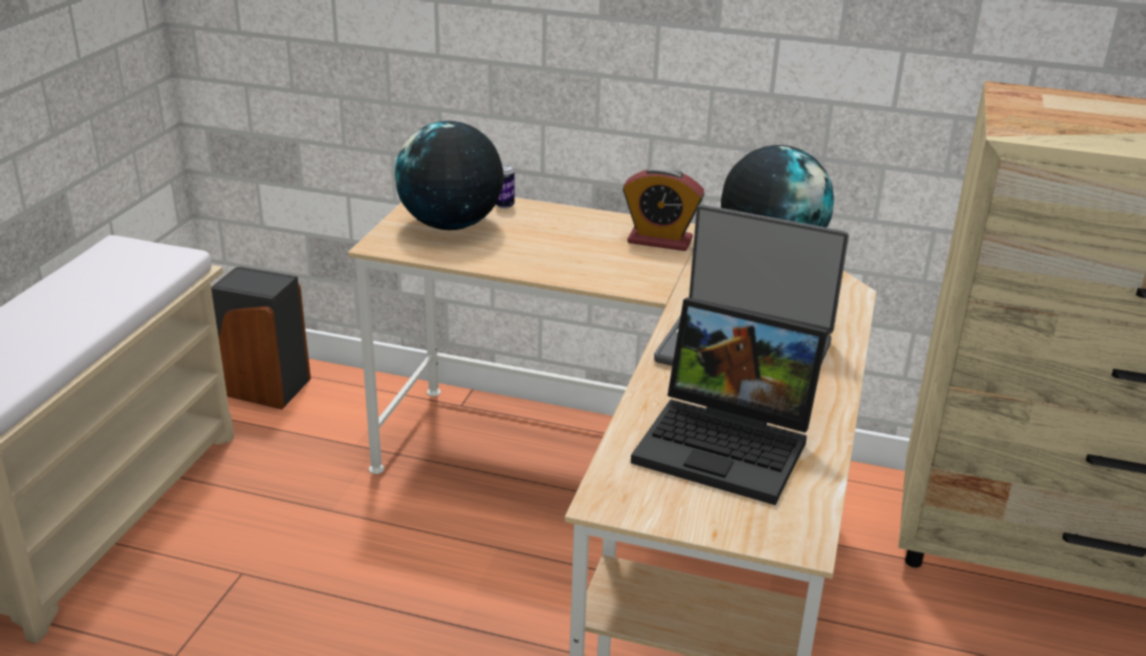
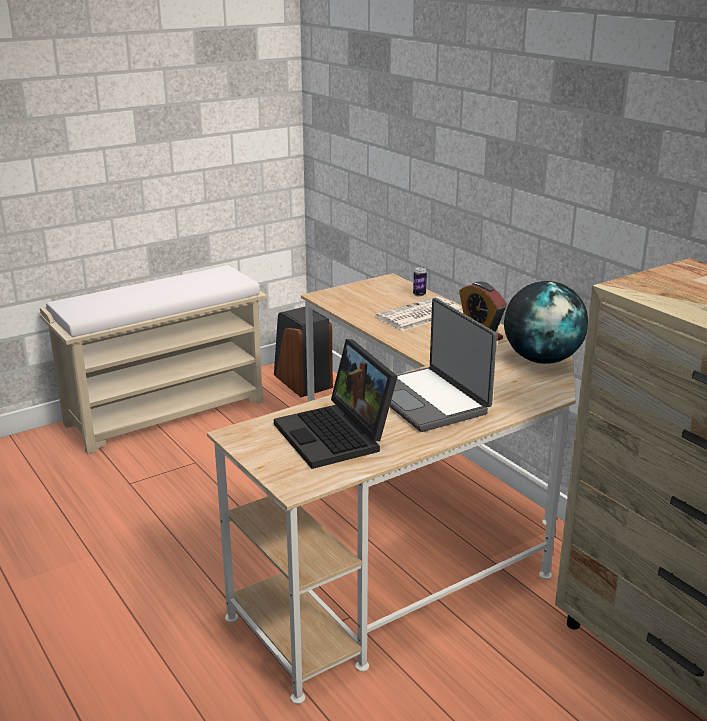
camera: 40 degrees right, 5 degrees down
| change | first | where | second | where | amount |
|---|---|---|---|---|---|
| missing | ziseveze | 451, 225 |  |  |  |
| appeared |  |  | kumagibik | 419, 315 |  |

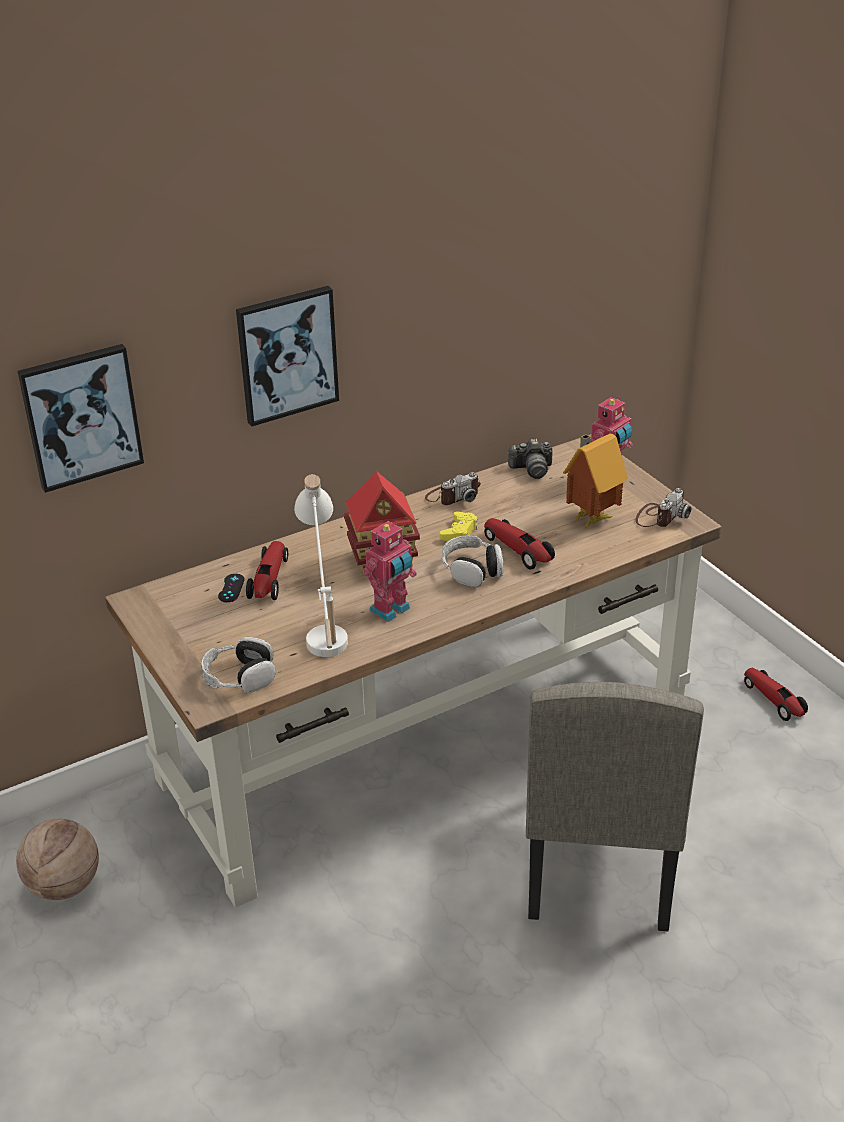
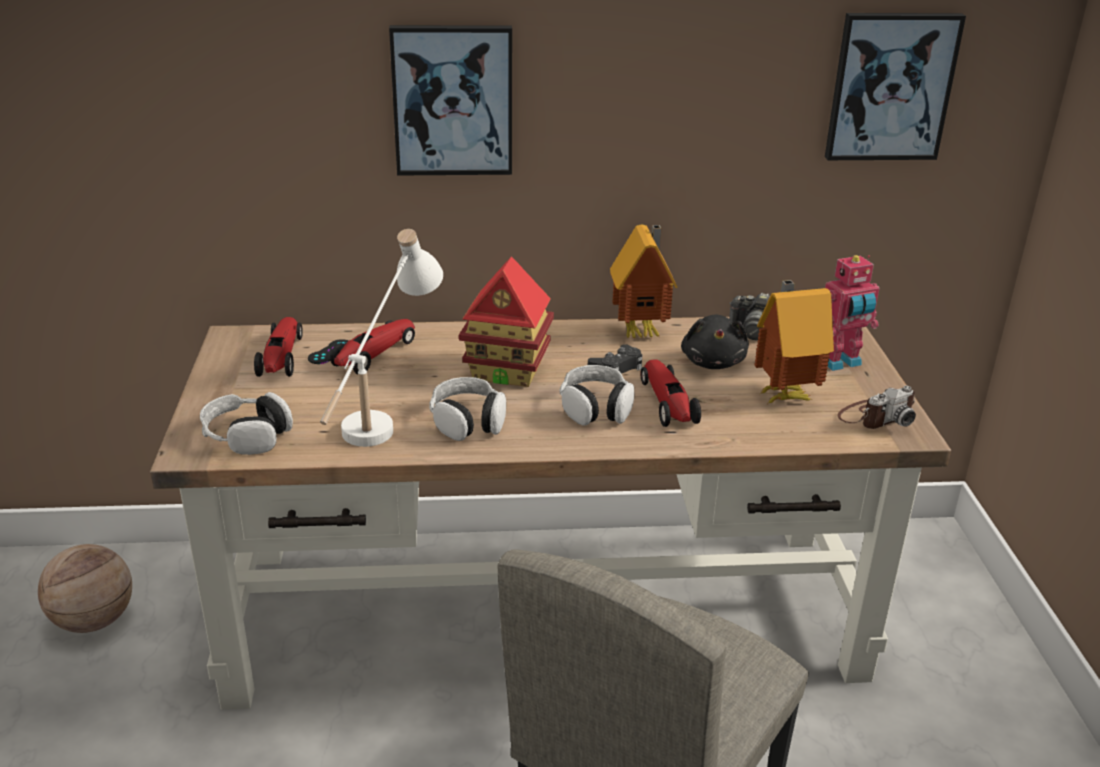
camera: 25 degrees right, 5 degrees down
| change | first | where | second | where | amount |
|---|---|---|---|---|---|
| relocated | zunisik | 81, 416 |  | 890, 87 |  |
| exchanged | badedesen | 453, 496 | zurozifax | 642, 332 |  |
| colour | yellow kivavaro | 459, 532 | black kivavaro | 617, 368 |  |
| exchanged | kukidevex | 391, 610 | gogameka | 468, 421 |  |
| relocated | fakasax | 774, 700 |  | 281, 357 |  |
| appeared |  |  | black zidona | 713, 362 |  |

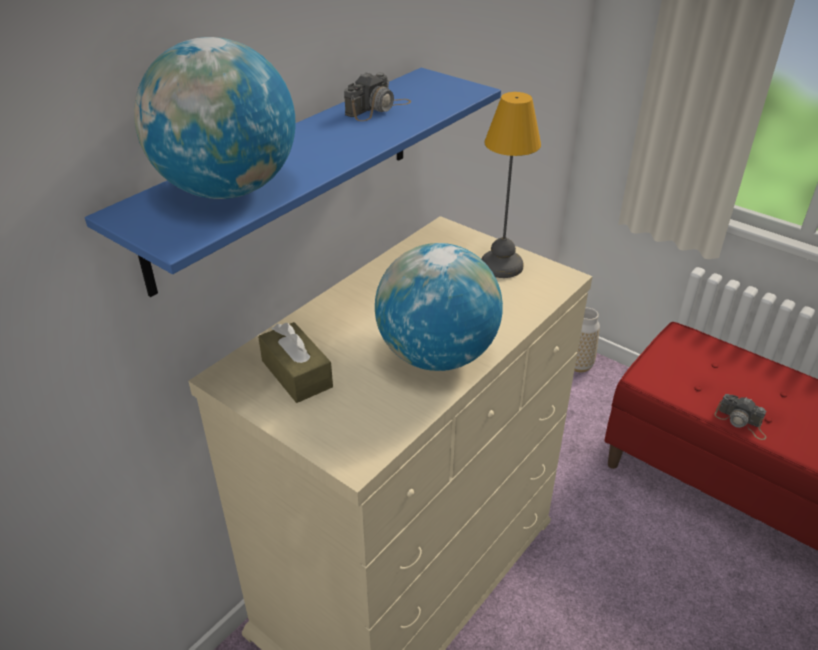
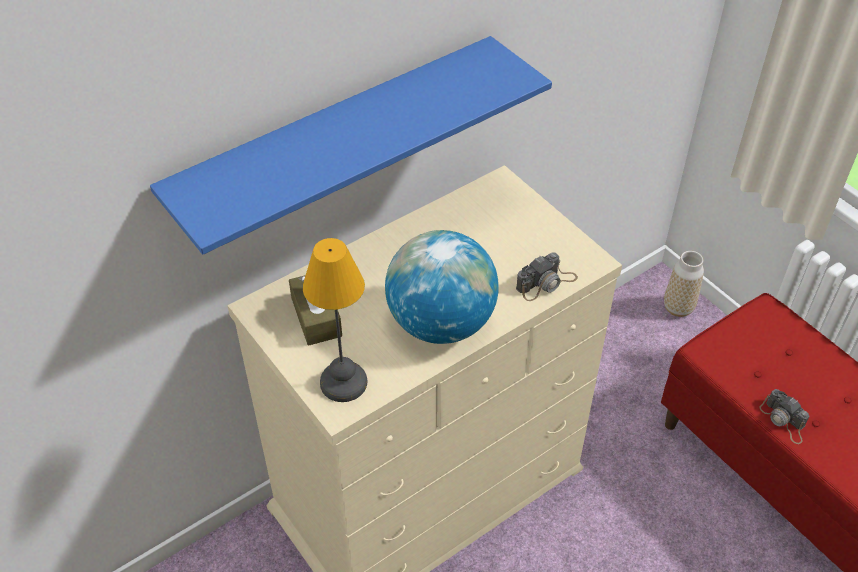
camera: 15 degrees right, 10 degrees up
| change | first | where | second | where | amount |
|---|---|---|---|---|---|
| missing | ziseveze | 227, 190 |  |  |  |
| relocated | badedesen | 378, 108 |  | 546, 283 |  |
| relocated | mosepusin | 502, 265 |  | 344, 381 |  |

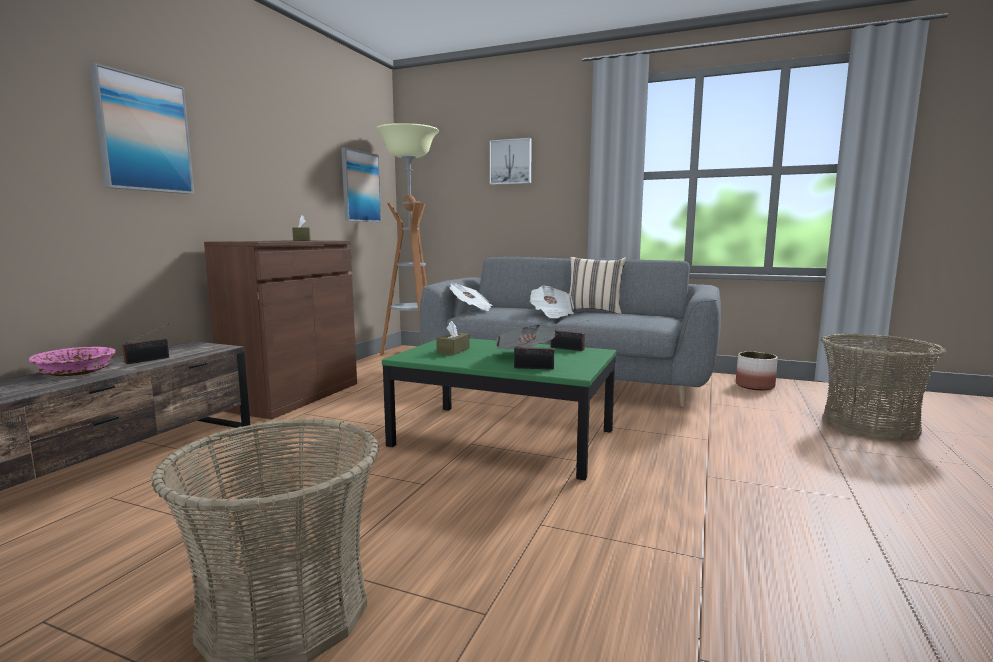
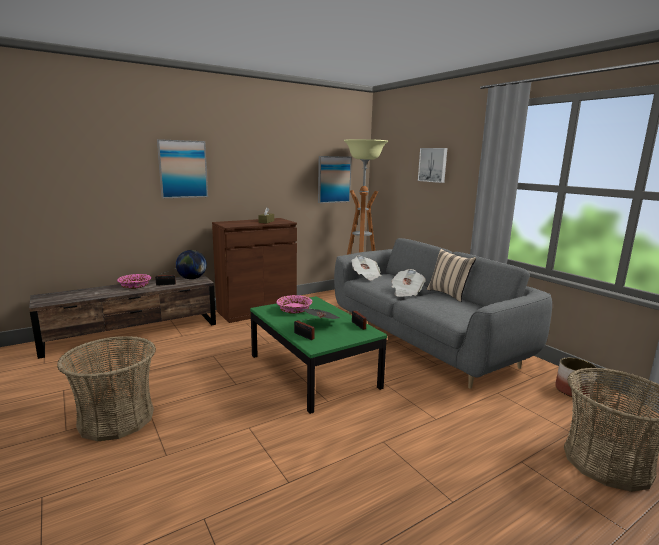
camera: 35 degrees right, 5 degrees up
| change | first | where | second | where | amount |
|---|---|---|---|---|---|
| exchanged | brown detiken | 453, 351 | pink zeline | 294, 310 |  |
| appeared |  |  | ziseveze | 192, 278 |  |

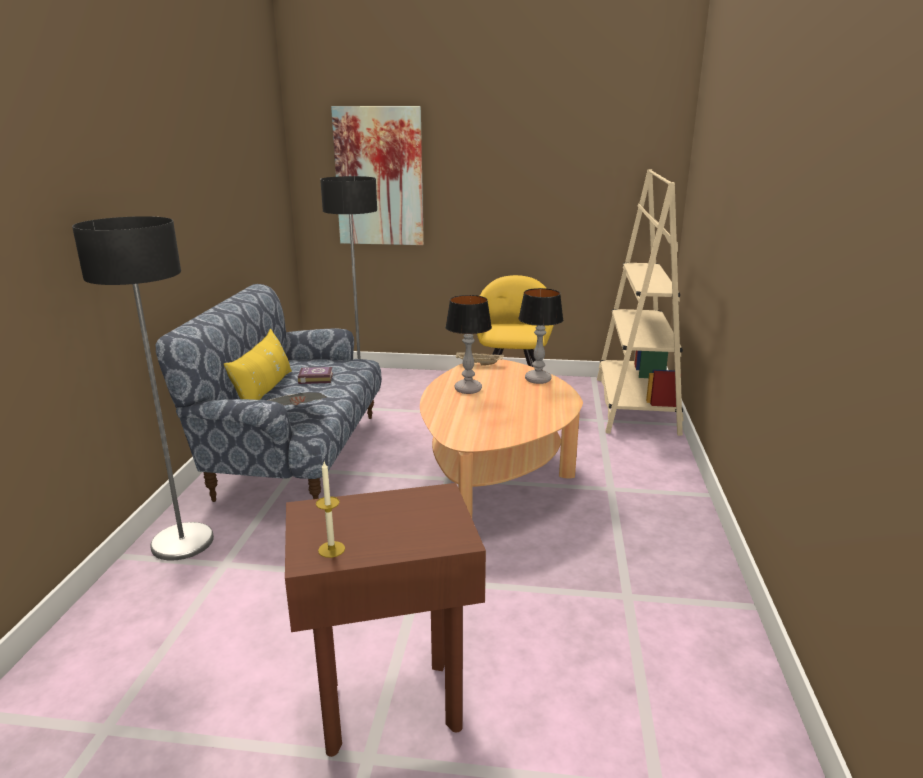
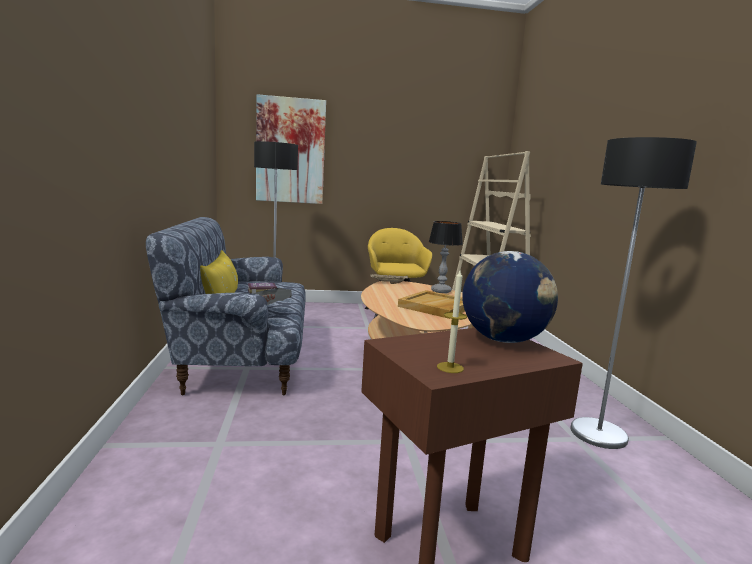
camera: 15 degrees left, 10 degrees down
| change | first | where | second | where | amount |
|---|---|---|---|---|---|
| relocated | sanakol | 182, 542 |  | 597, 434 |  |
| missing | mosepusin | 468, 390 |  |  |  |
| appeared |  |  | ziseveze | 504, 340 |  |
| appeared |  |  | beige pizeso | 436, 307 |  |

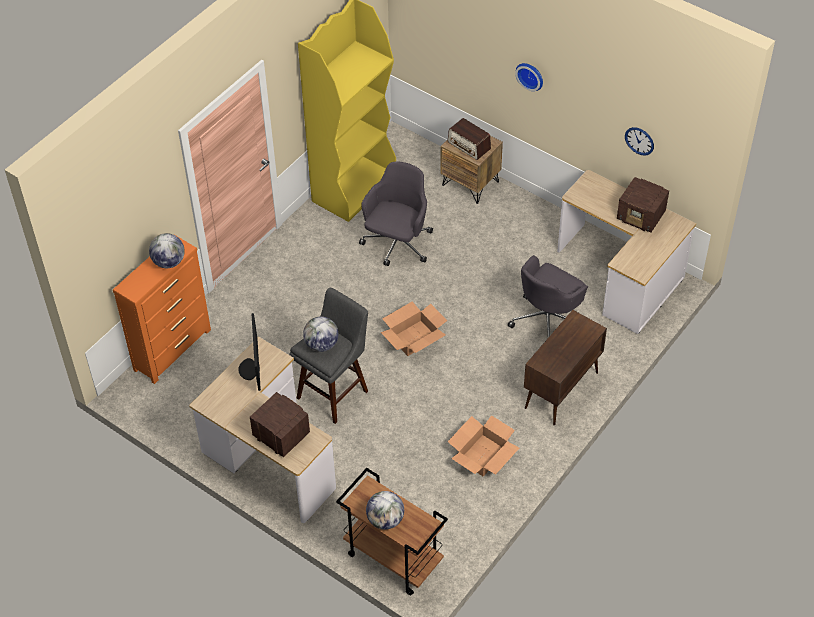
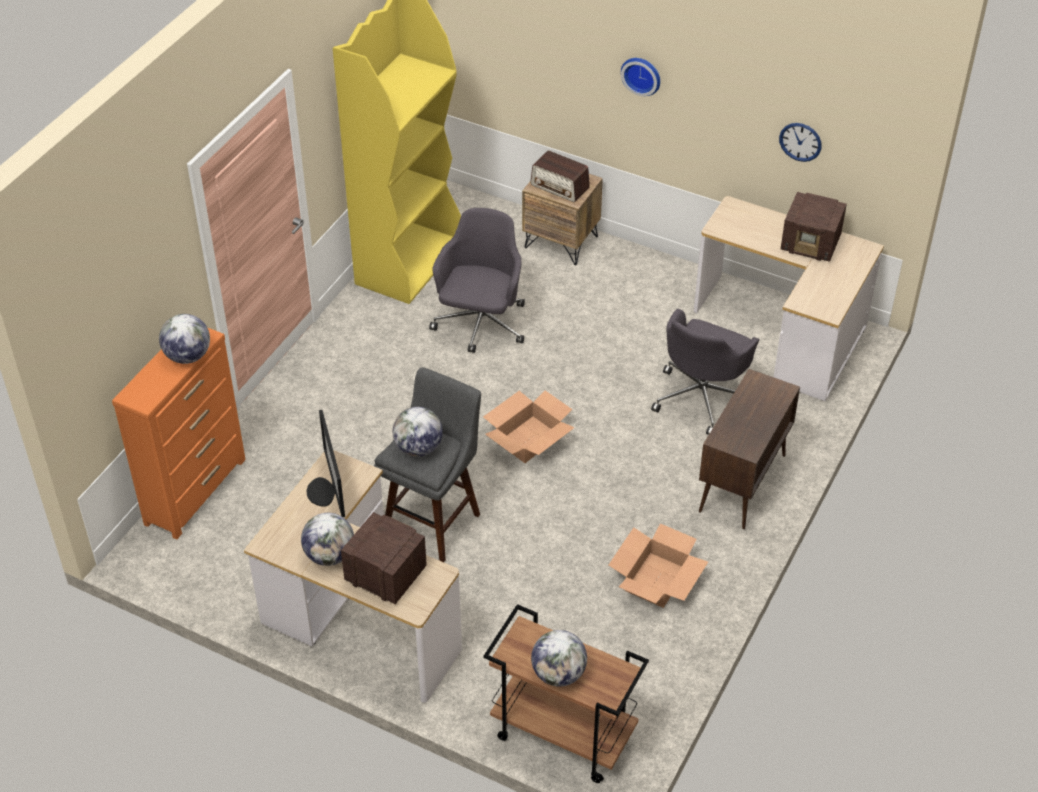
camera: 10 degrees left, 5 degrees down
| change | first | where | second | where | amount |
|---|---|---|---|---|---|
| appeared |  |  | ziseveze | 330, 555 |  |

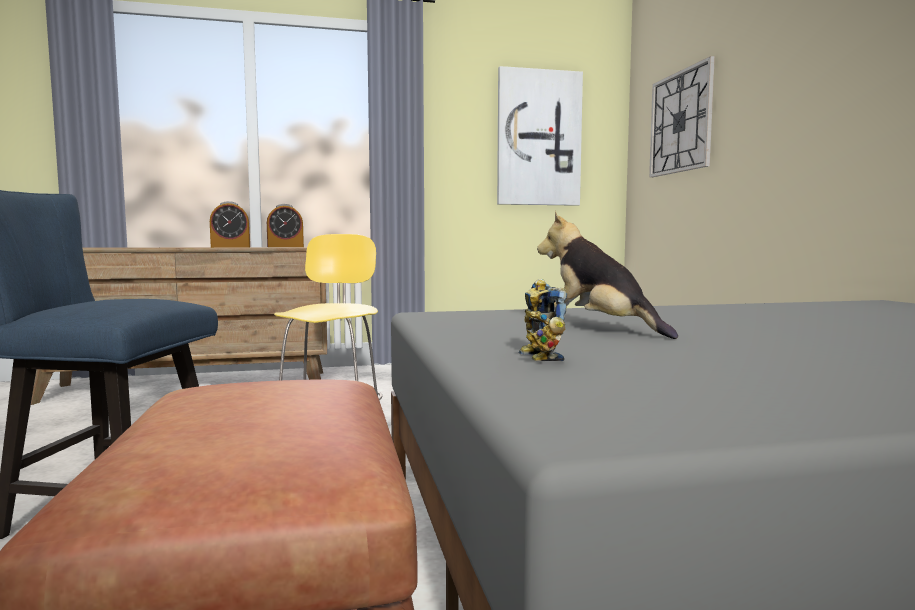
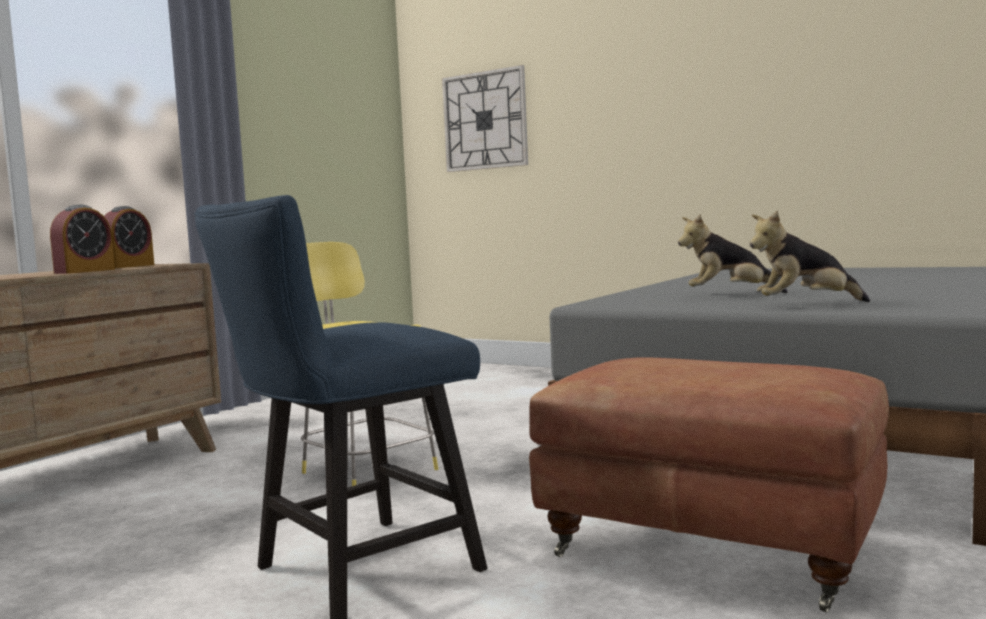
camera: 45 degrees left, 0 degrees up
| change | first | where | second | where | amount |
|---|---|---|---|---|---|
| missing | zunisik | 538, 138 |  |  |  |
| exchanged | kukidevex | 537, 357 | zidona | 805, 305 |  |

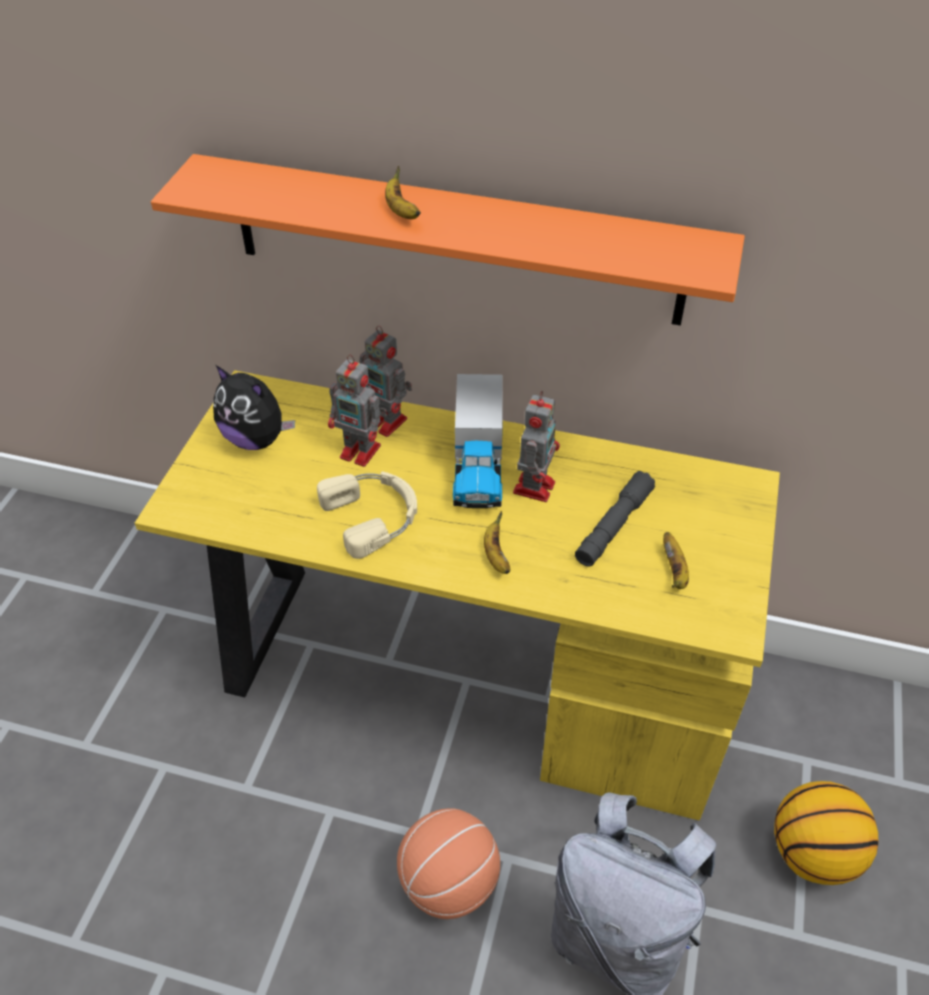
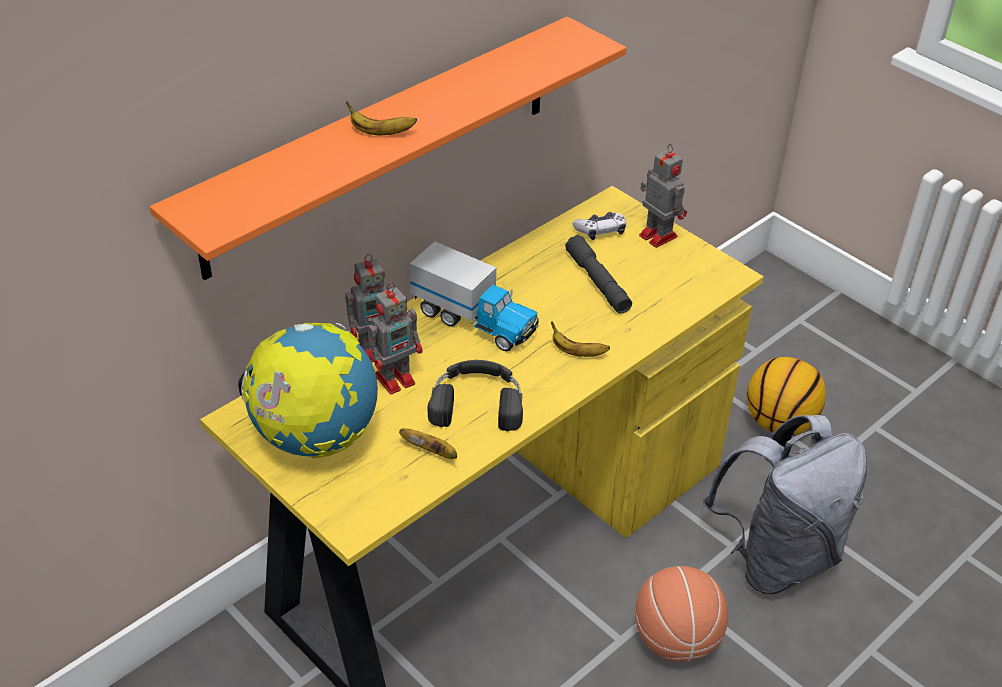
camera: 60 degrees left, 5 degrees down
| change | first | where | second | where | amount |
|---|---|---|---|---|---|
| exchanged | zidona | 256, 439 | ziseveze | 314, 437 |  |
| relocated | kukidevex | 534, 486 |  | 656, 235 |  |
| colour | beige gogameka | 373, 515 | black gogameka | 477, 400 |  |
| relocated | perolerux | 674, 571 |  | 432, 452 |  |
| appeared |  |  | kivavaro | 600, 231 |  |

